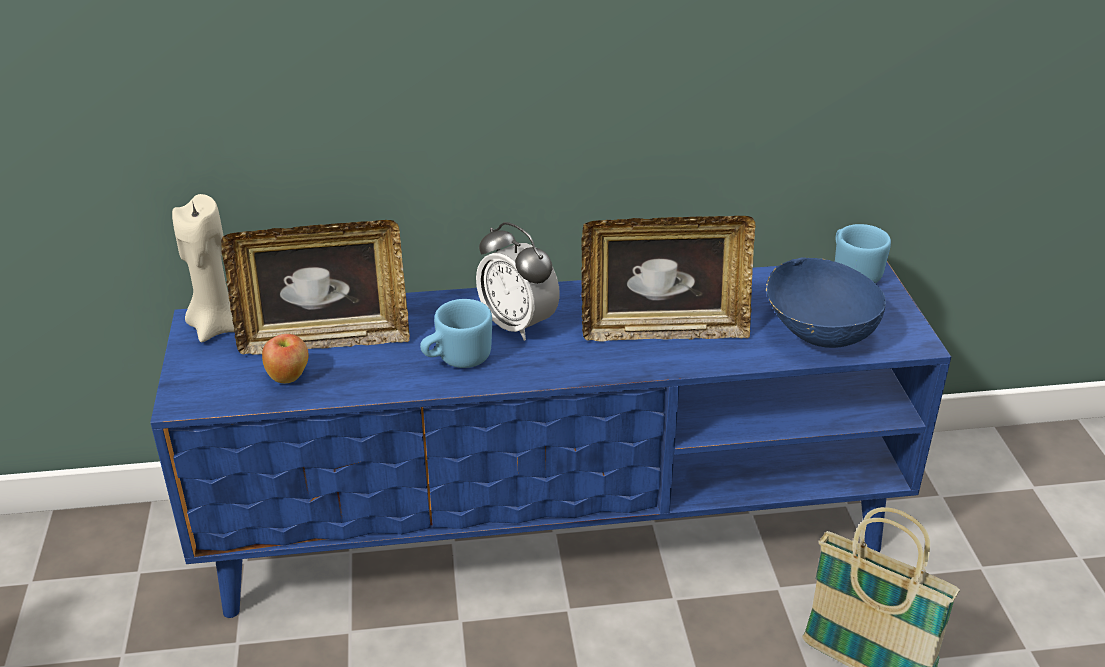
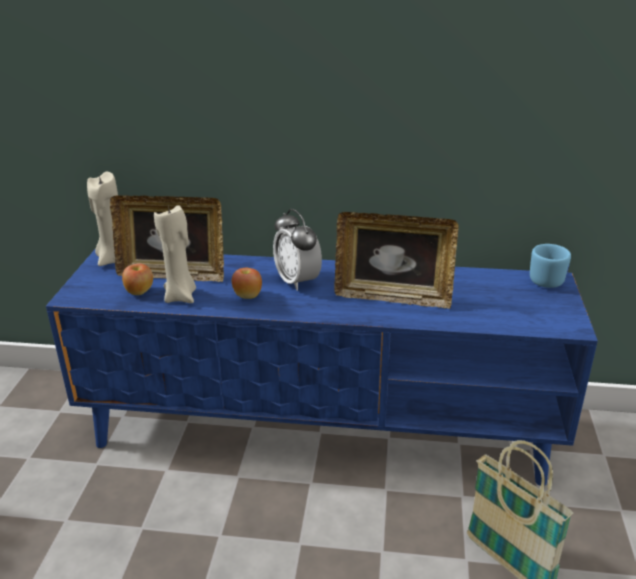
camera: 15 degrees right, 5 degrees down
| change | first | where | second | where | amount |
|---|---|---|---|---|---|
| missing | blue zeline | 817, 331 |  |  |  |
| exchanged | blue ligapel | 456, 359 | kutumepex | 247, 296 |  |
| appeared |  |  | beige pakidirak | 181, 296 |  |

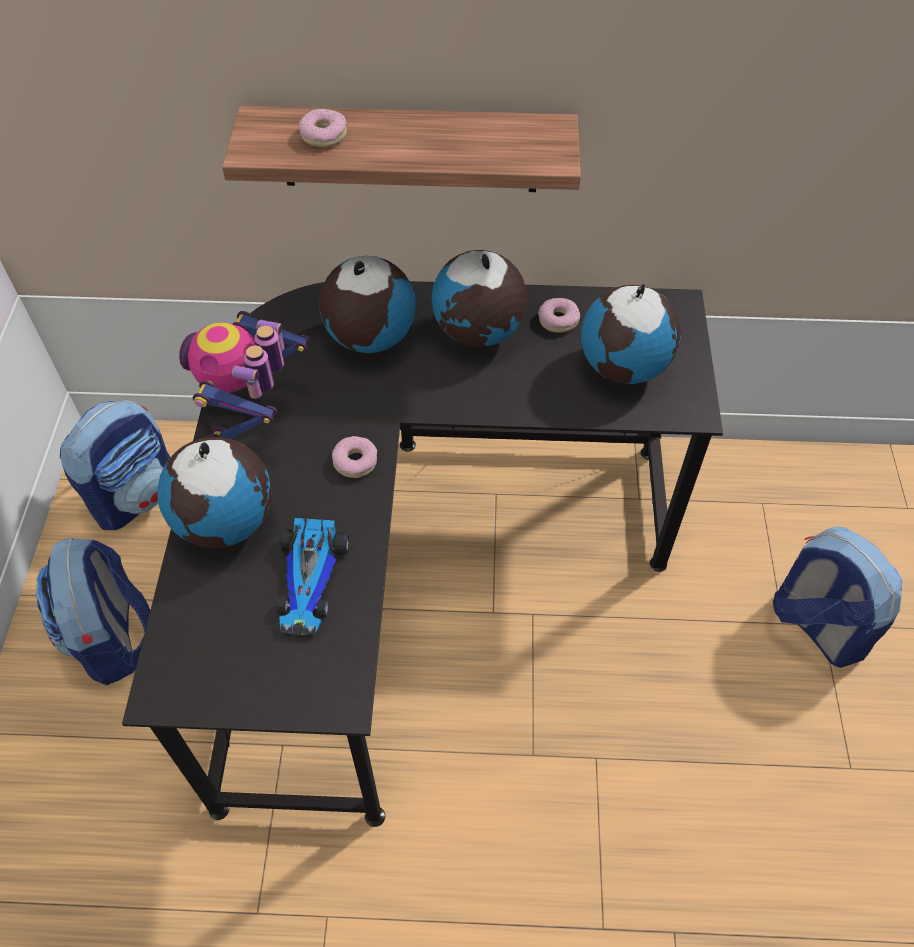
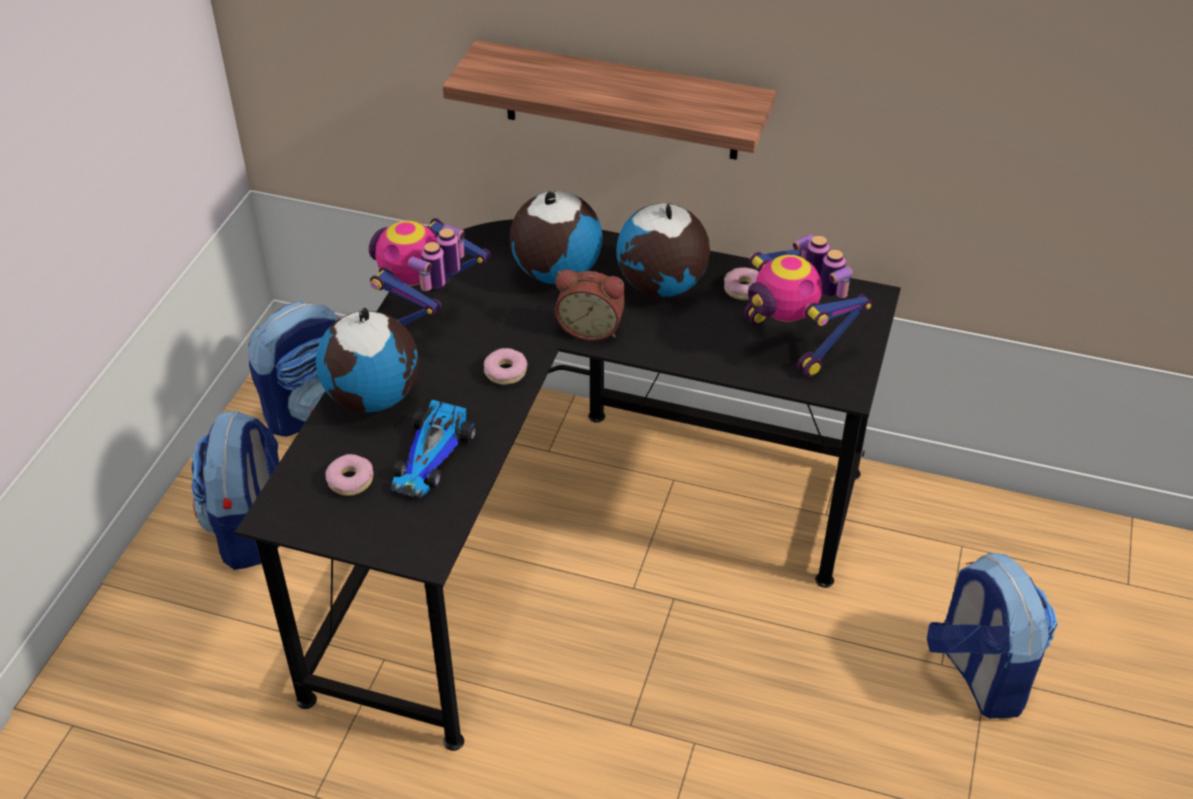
camera: 15 degrees right, 10 degrees down
| change | first | where | second | where | amount |
|---|---|---|---|---|---|
| relocated | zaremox | 324, 135 |  | 350, 480 |  |
| exchanged | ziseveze | 624, 367 | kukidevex | 793, 340 |  |
| appeared |  |  | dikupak | 591, 328 |  |

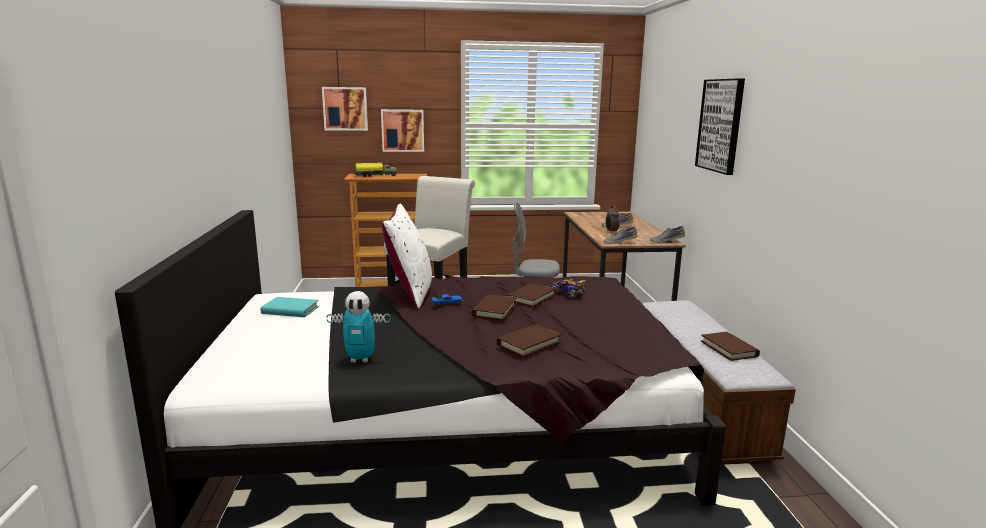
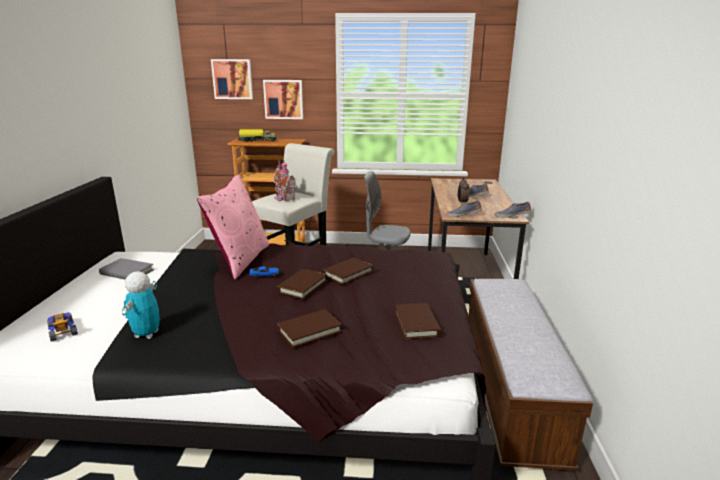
camera: 10 degrees right, 5 degrees up
| change | first | where | second | where | amount |
|---|---|---|---|---|---|
| missing | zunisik | 720, 125 |  |  |  |
| colour | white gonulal | 409, 293 | pink gonulal | 240, 260 |  |
| relocated | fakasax | 568, 293 |  | 63, 331 |  |
| spun | kukidevex | 360, 359 |  | 146, 334 | 90 degrees clockwise |
| colour | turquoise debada | 290, 310 | grey debada | 127, 272 |  |
| relocated | brown debada | 729, 349 |  | 417, 324 |  |
| appeared |  |  | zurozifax | 283, 198 |  |

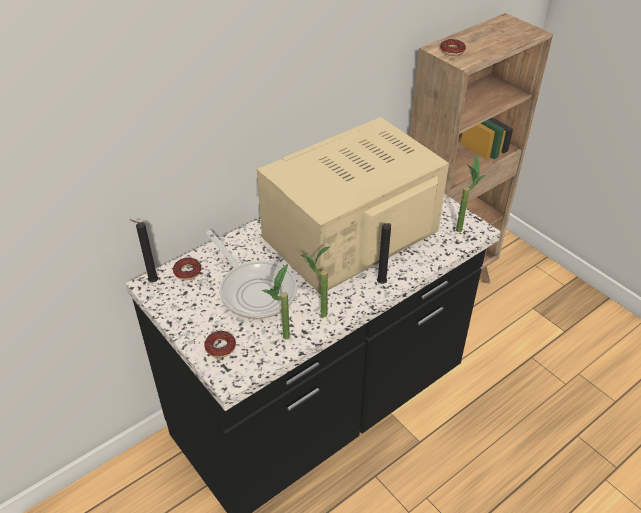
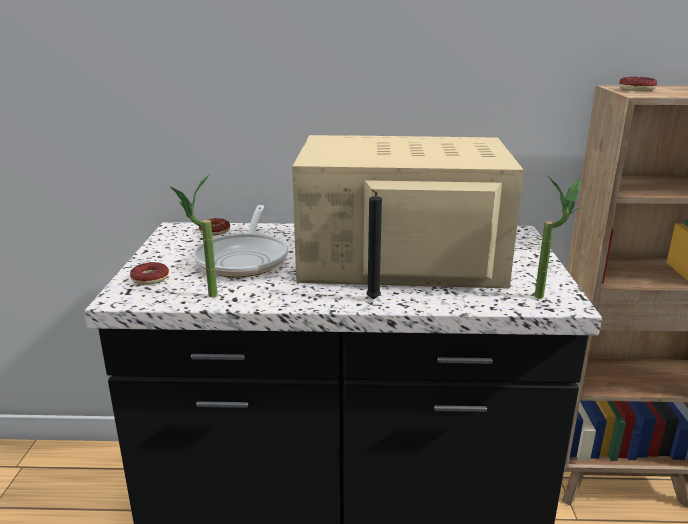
camera: 40 degrees right, 20 degrees down
| change | first | where | second | where | amount |
|---|---|---|---|---|---|
| missing | black pakidirak | 152, 282 |  |  |  |
| missing | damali | 316, 315 |  |  |  |

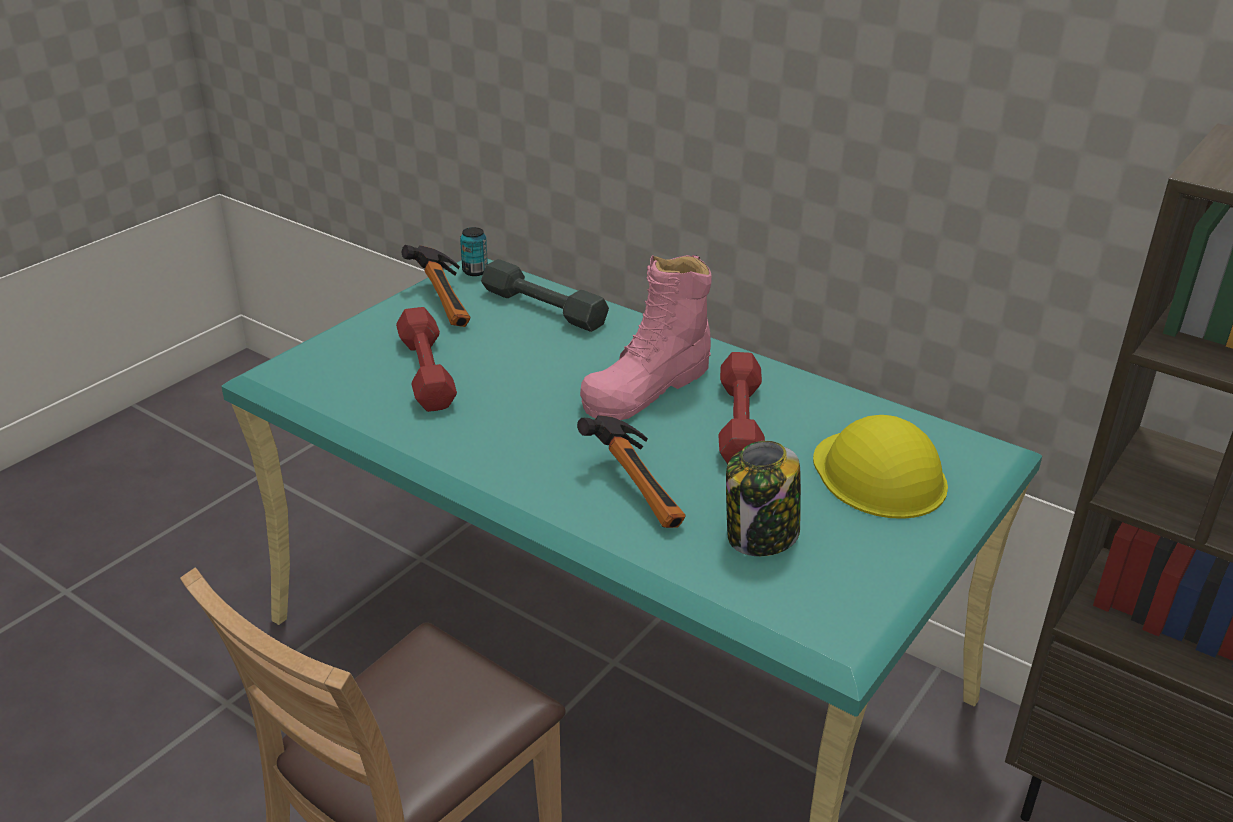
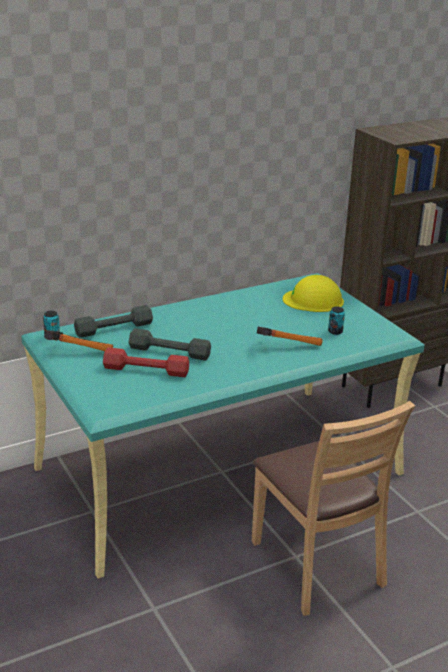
camera: 65 degrees left, 5 degrees down
| change | first | where | second | where | amount |
|---|---|---|---|---|---|
| missing | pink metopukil | 647, 387 |  |  |  |
| missing | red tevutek | 739, 422 |  |  |  |
| exchanged | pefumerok | 761, 536 | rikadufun | 335, 331 |  |
| appeared |  |  | grey tevutek | 169, 352 |  |

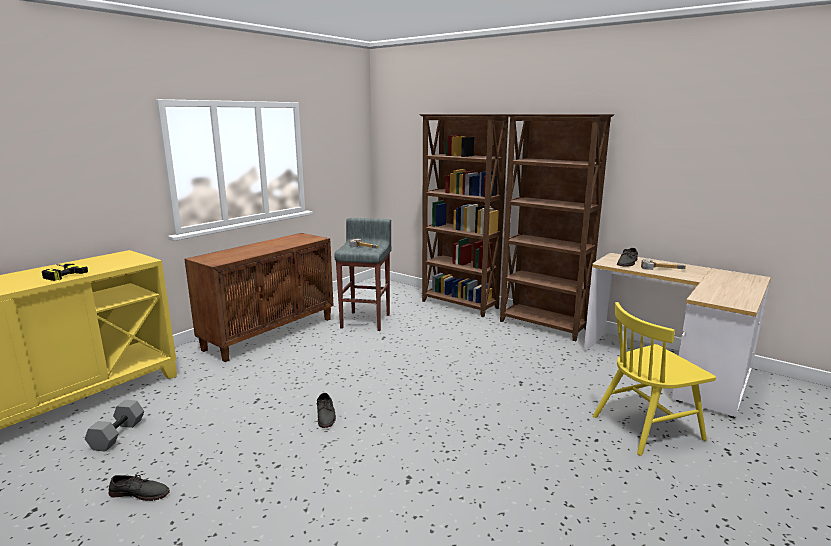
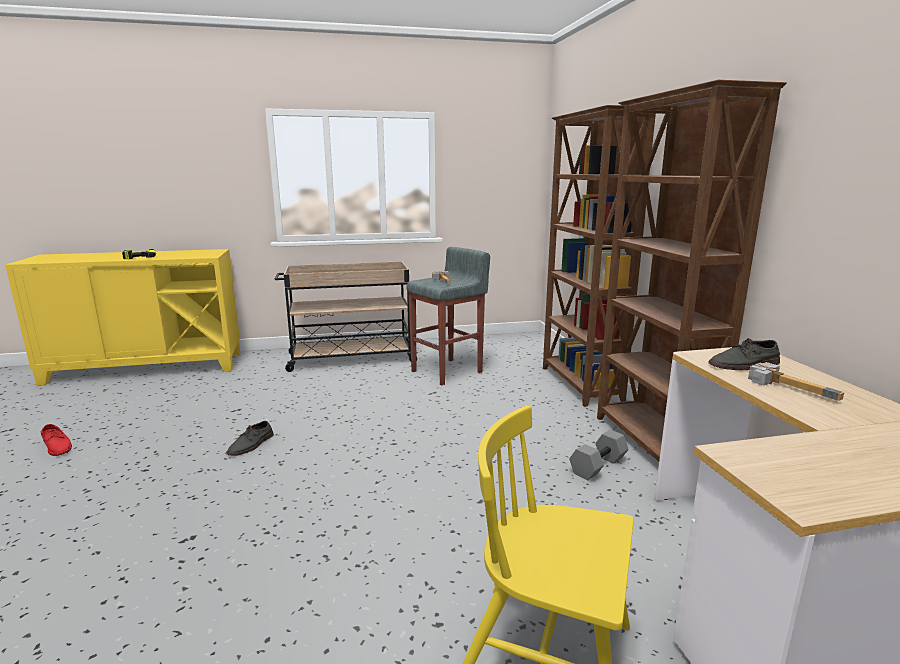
camera: 40 degrees right, 0 degrees up
| change | first | where | second | where | amount |
|---|---|---|---|---|---|
| exchanged | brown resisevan | 270, 333 | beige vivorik | 350, 358 |  |
| relocated | grey tevutek | 117, 434 |  | 597, 465 |  |
| colour | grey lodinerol | 140, 493 | red lodinerol | 57, 446 |  |

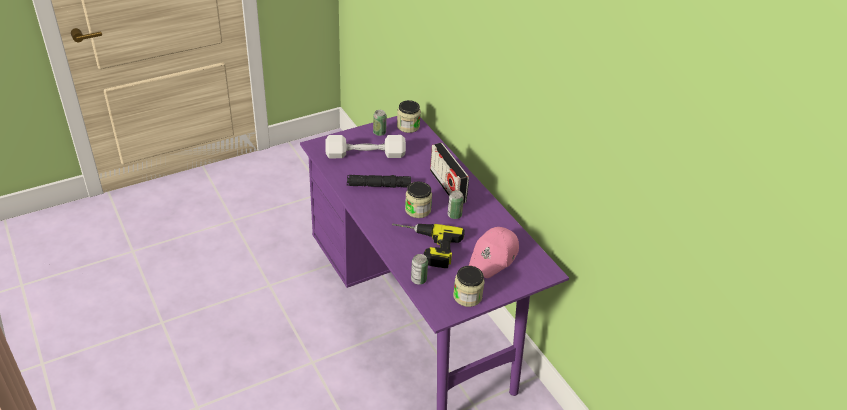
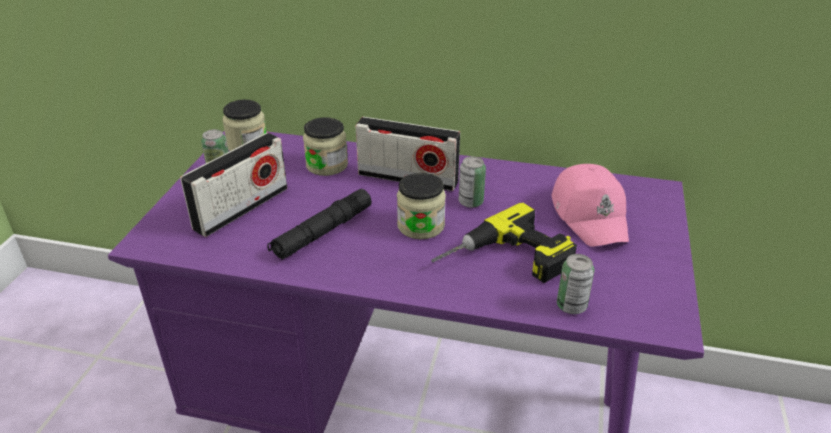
camera: 45 degrees left, 5 degrees down
| change | first | where | second | where | amount |
|---|---|---|---|---|---|
| exchanged | white tevutek | 365, 154 | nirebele | 241, 208 |  |
| relocated | pefumerok | 467, 296 |  | 327, 165 |  |

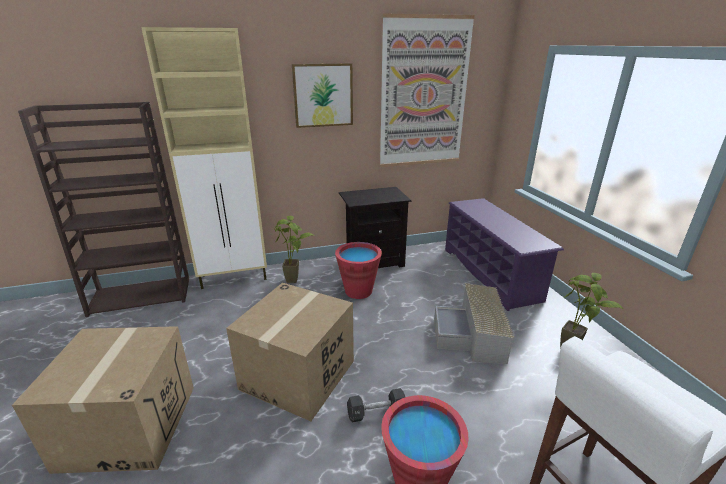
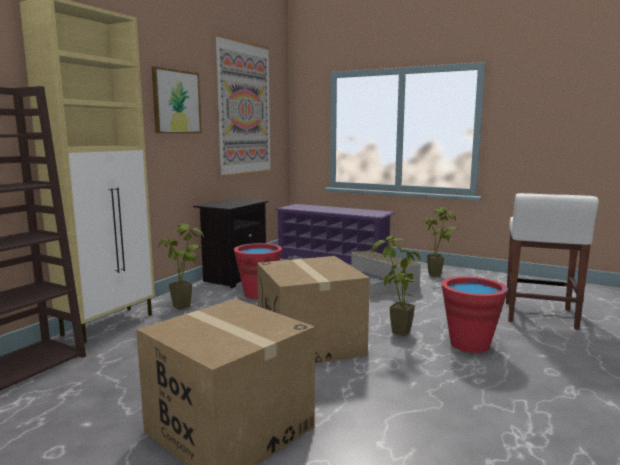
camera: 45 degrees left, 15 degrees down
| change | first | where | second | where | amount |
|---|---|---|---|---|---|
| exchanged | black tevutek | 376, 412 | damali | 396, 334 |  |

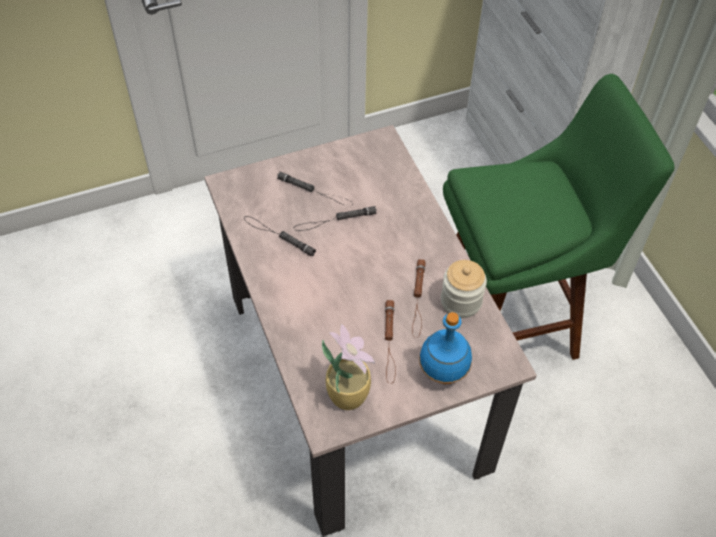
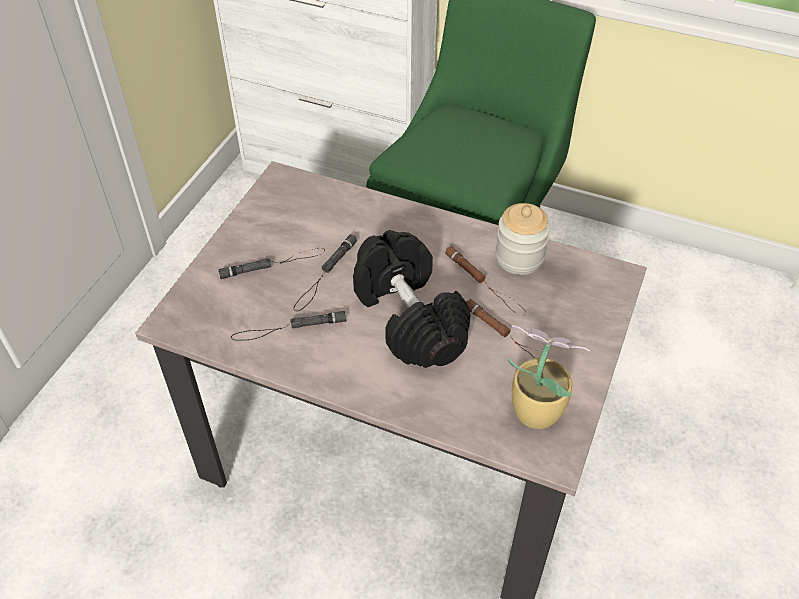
camera: 45 degrees left, 5 degrees down
| change | first | where | second | where | amount |
|---|---|---|---|---|---|
| missing | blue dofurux | 443, 373 |  |  |  |
| appeared |  |  | black tevutek | 408, 317 |  |

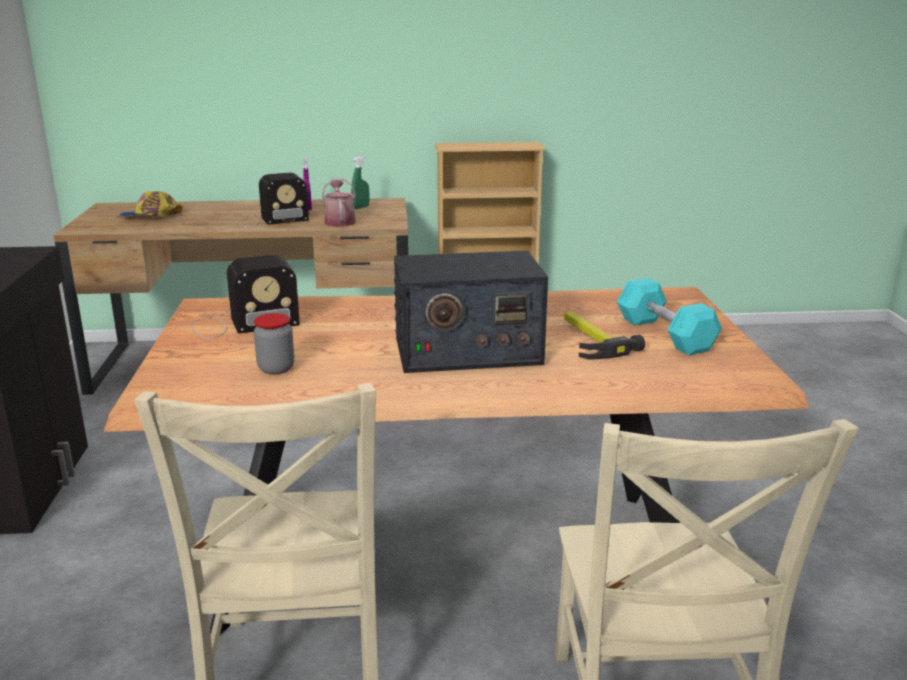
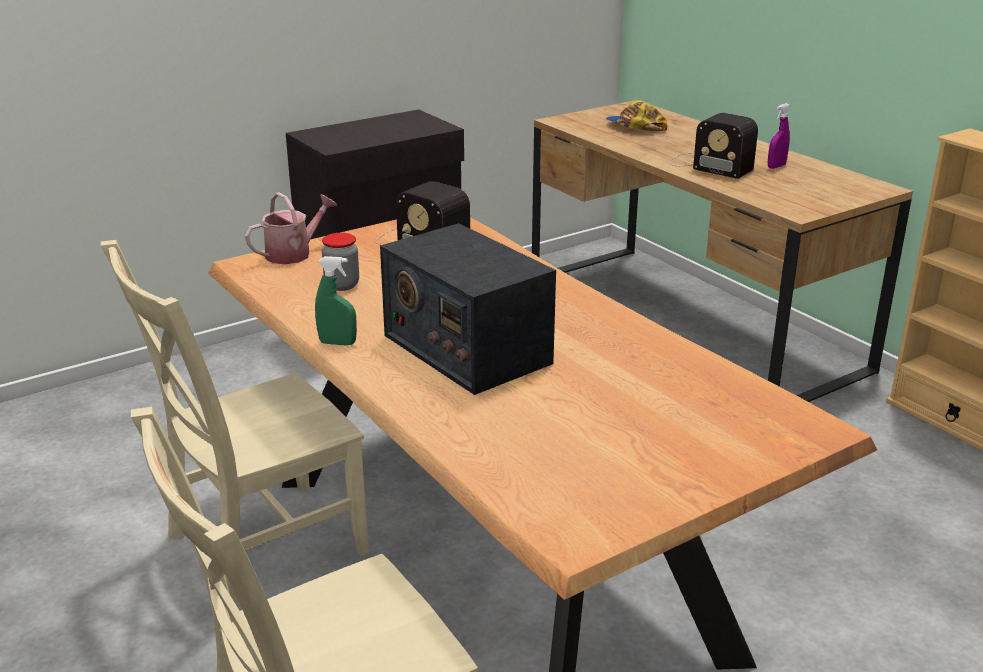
camera: 60 degrees right, 5 degrees up
| change | first | where | second | where | amount |
|---|---|---|---|---|---|
| relocated | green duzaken | 361, 207 |  | 337, 343 |  |
| relocated | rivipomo | 339, 221 |  | 294, 253 |  |
| missing | turquoise tevutek | 665, 334 |  |  |  |
| missing | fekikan | 589, 340 |  |  |  |

